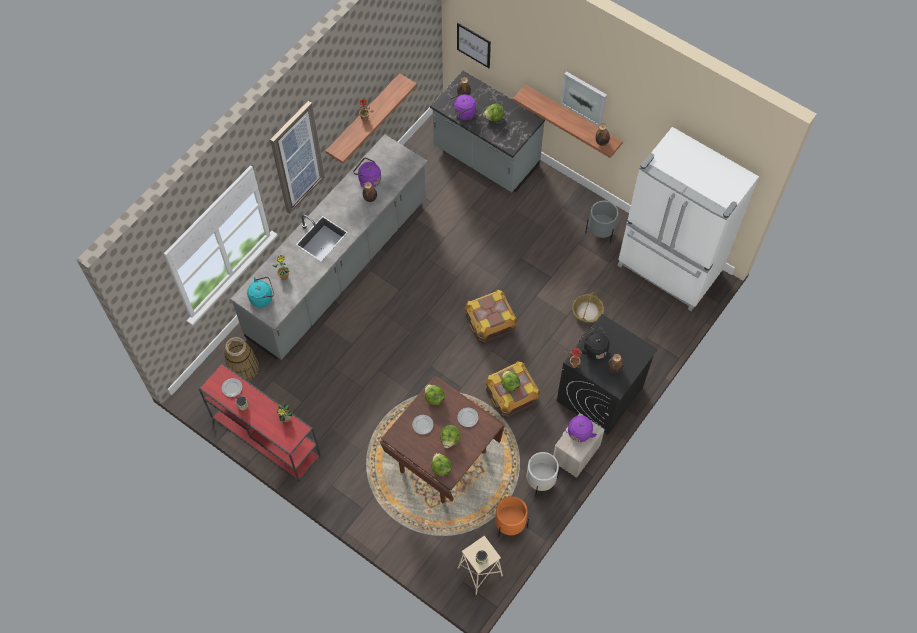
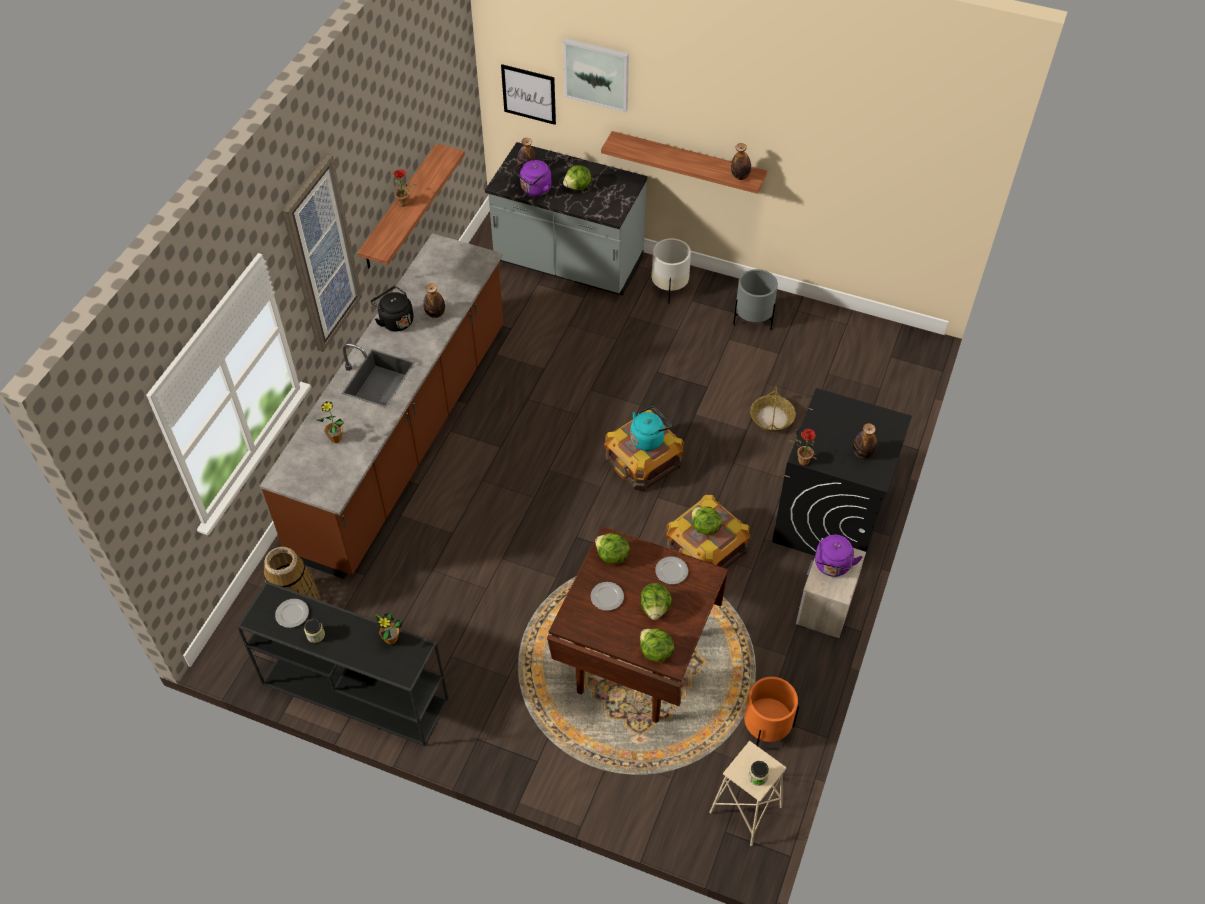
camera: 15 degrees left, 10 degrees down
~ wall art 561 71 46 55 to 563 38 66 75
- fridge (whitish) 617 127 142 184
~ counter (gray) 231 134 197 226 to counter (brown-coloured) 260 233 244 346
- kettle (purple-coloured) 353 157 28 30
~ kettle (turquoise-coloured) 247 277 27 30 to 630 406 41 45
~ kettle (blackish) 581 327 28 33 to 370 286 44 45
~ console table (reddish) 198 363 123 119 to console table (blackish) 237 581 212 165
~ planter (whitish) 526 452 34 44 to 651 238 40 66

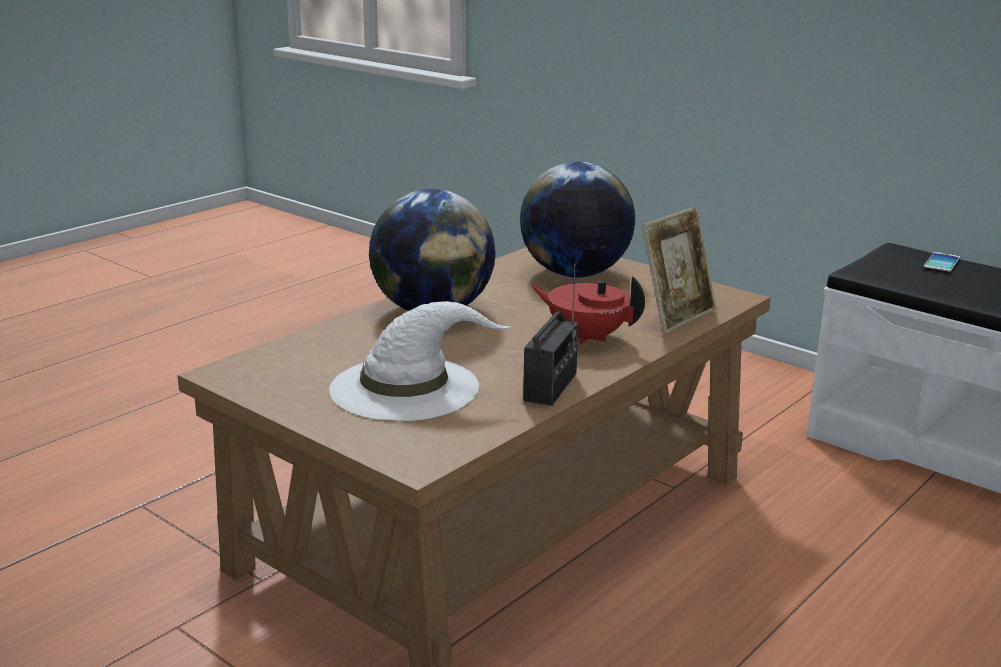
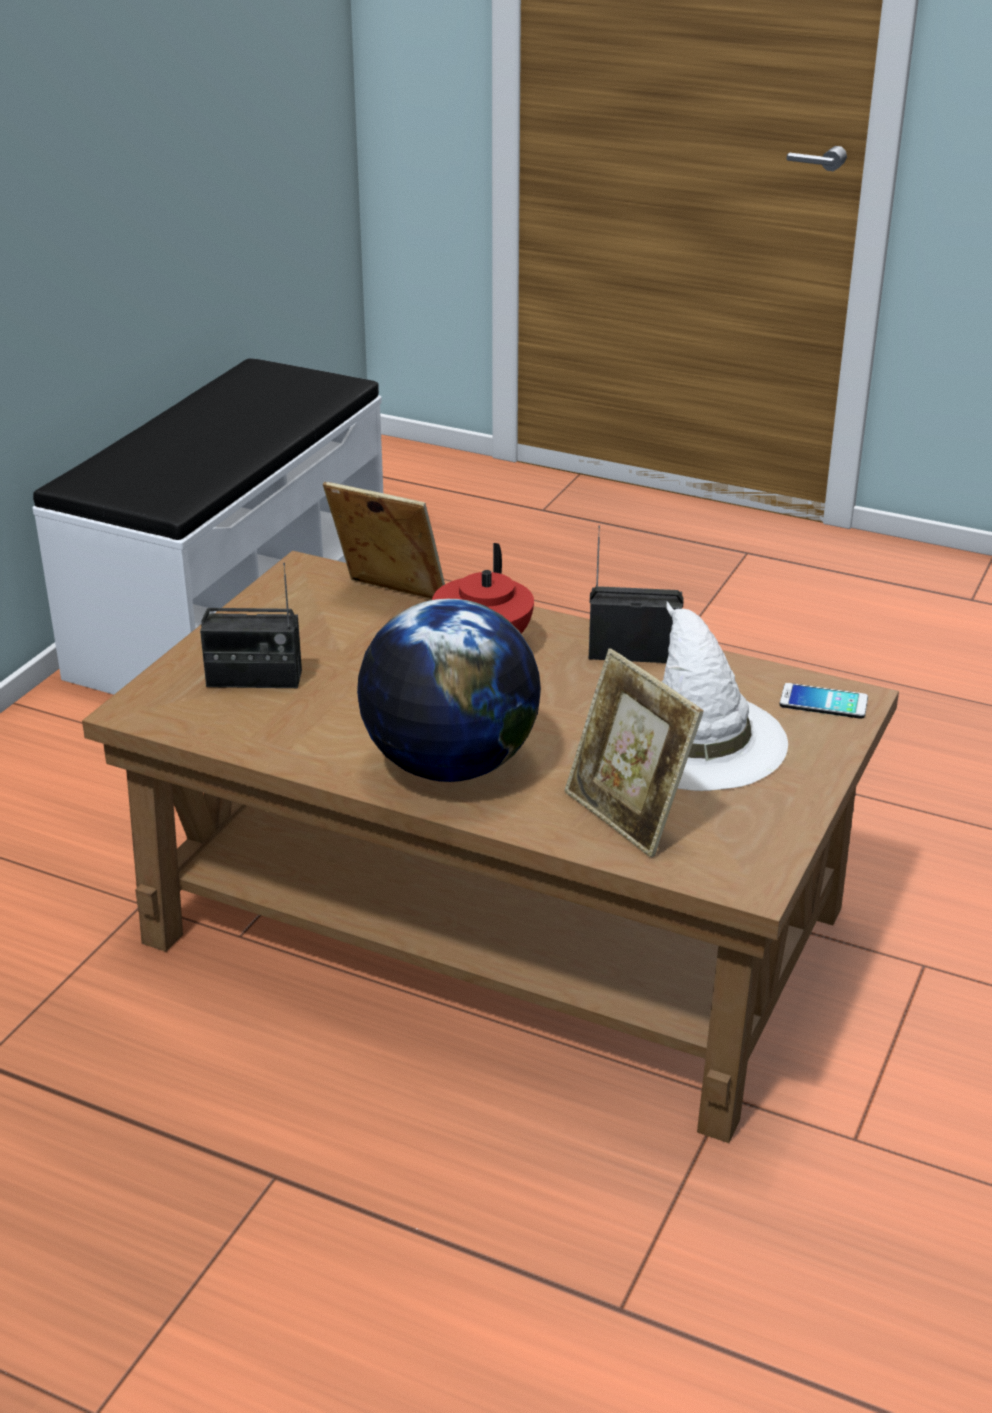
camera: 105 degrees left, 10 degrees up
~ world globe 520 161 115 116 to radio receiver 200 563 102 125
~ handset 923 252 37 21 to 780 683 88 36
+ standing frame 564 648 140 210

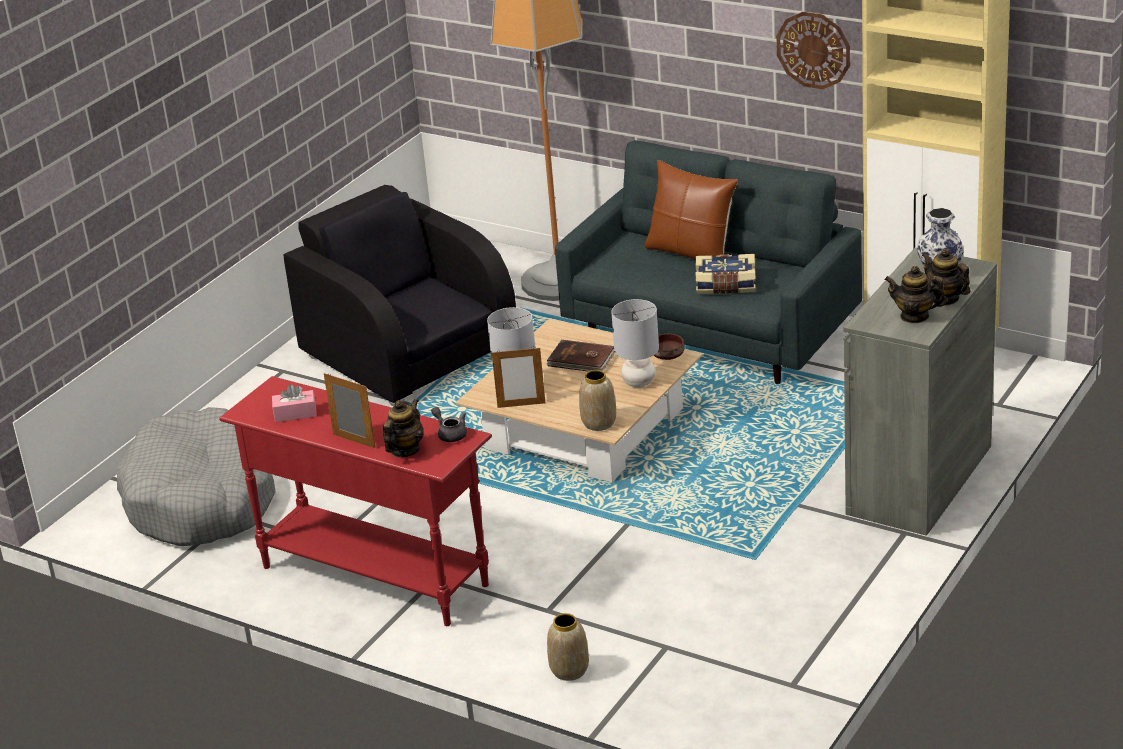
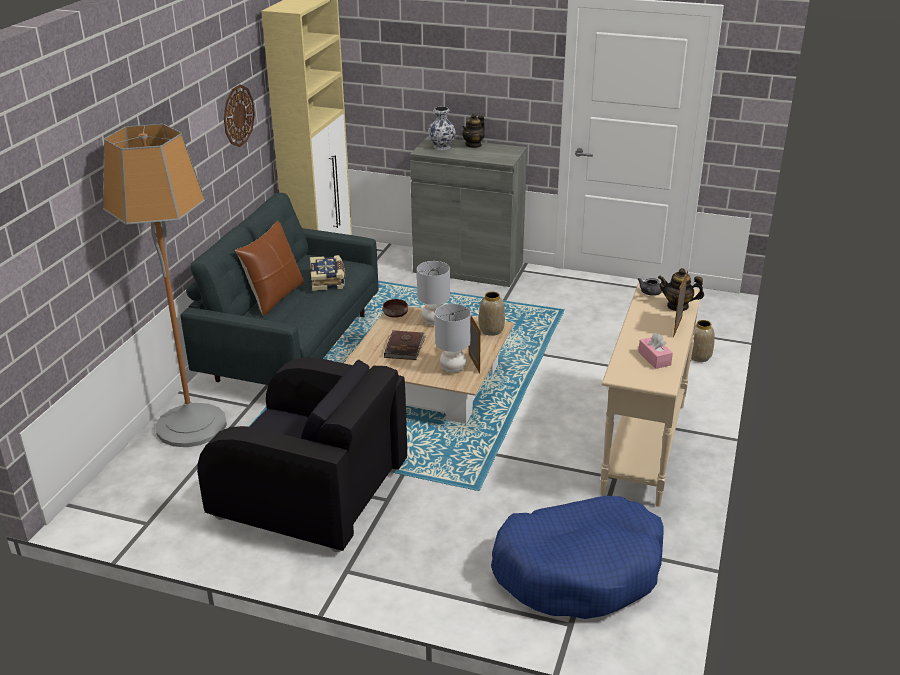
camera: 105 degrees left, 0 degrees up
~ armchair (blackish) 283 185 233 221 = 197 357 210 195 105 degrees counterclockwise
- pot for tea 885 266 62 57
~ console table (reddish) 219 376 273 250 to console table (beige) 601 281 99 226
~ pet bed (gray) 117 407 159 139 to pet bed (bluish) 491 496 173 123

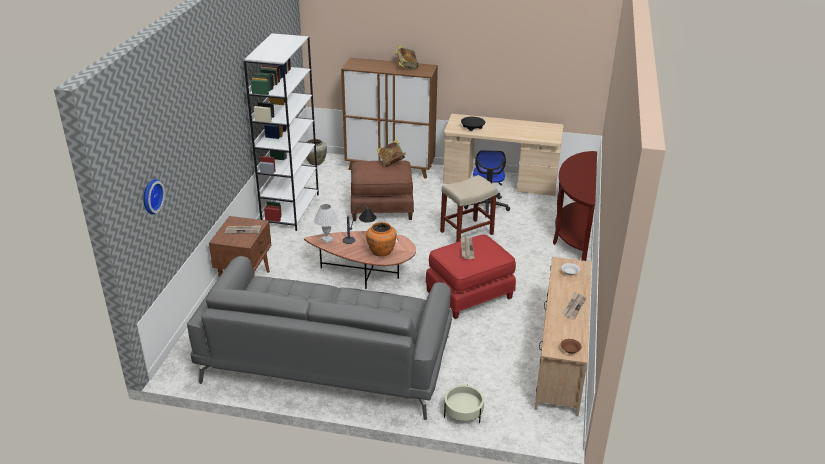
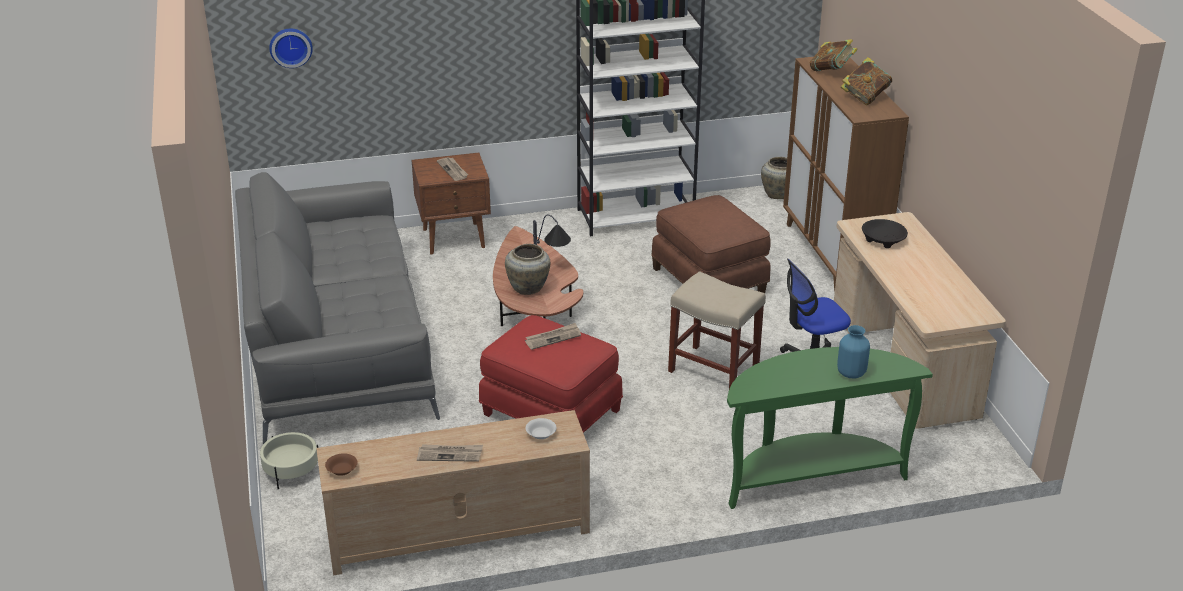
camera: 65 degrees right, 0 degrees up
~ bound book 377 140 29 27 to 810 39 48 32
~ console table (brown-coloured) 553 151 44 110 to console table (green) 727 347 206 162
- lamp for a table (whitish) 314 204 24 39
~ flower vase (orange-coloured) 366 222 31 34 to flower vase (beige) 505 244 45 51
+ flower vase (bluish) 837 325 33 53

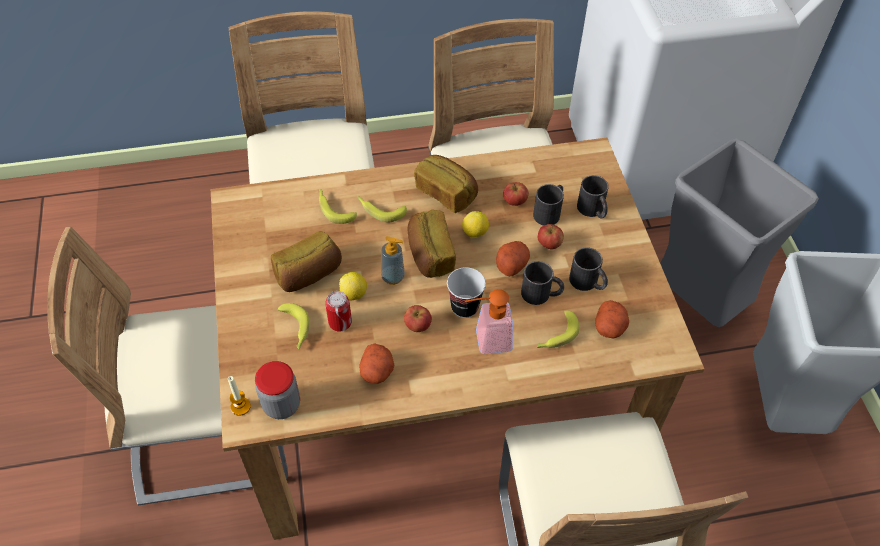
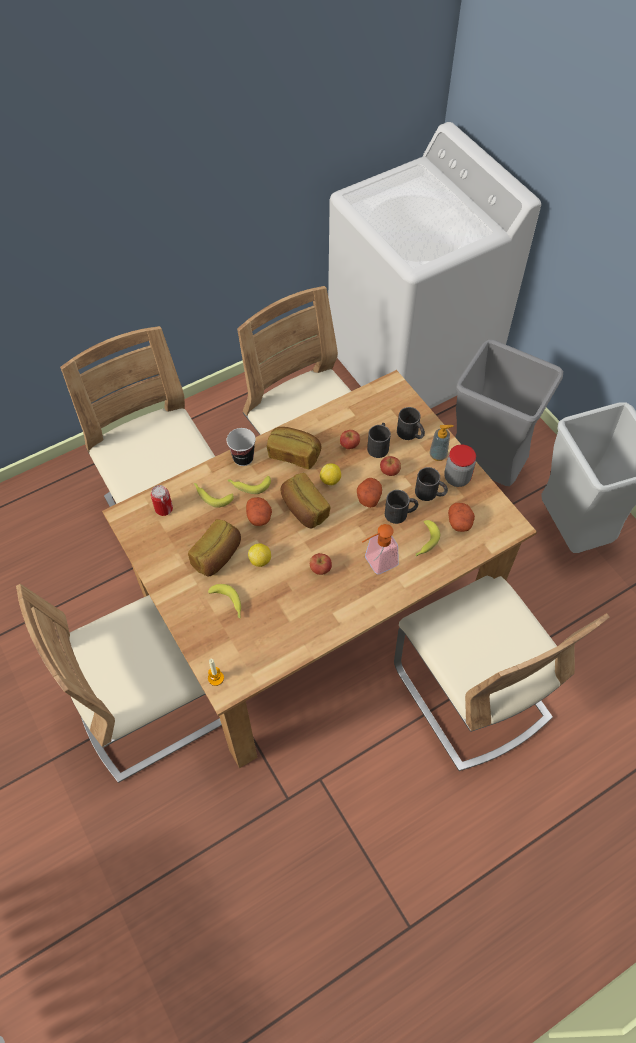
camera: 20 degrees left, 5 degrees up
~ soap dispenser 381 236 24 49 to 430 425 24 36
~ cup 447 267 39 51 to 226 428 30 38
~ sealed can 325 291 27 40 to 151 485 22 31
~ whole potato 360 343 35 41 to 246 497 26 29
~ preserve jar 255 361 45 58 to 444 444 32 43

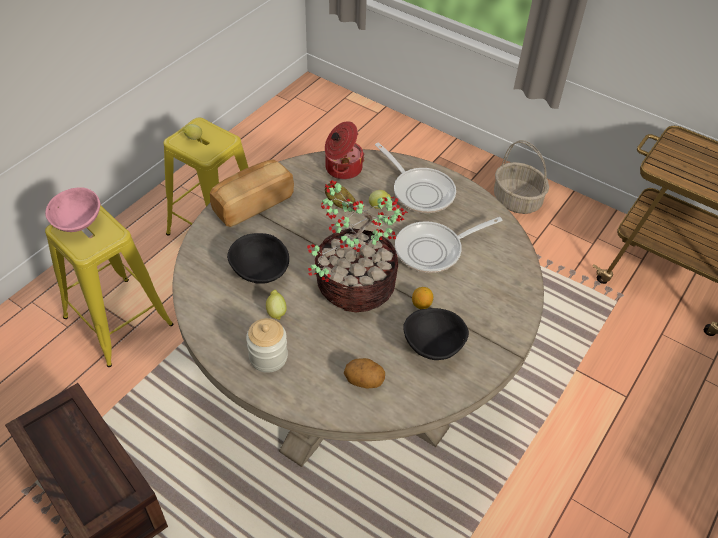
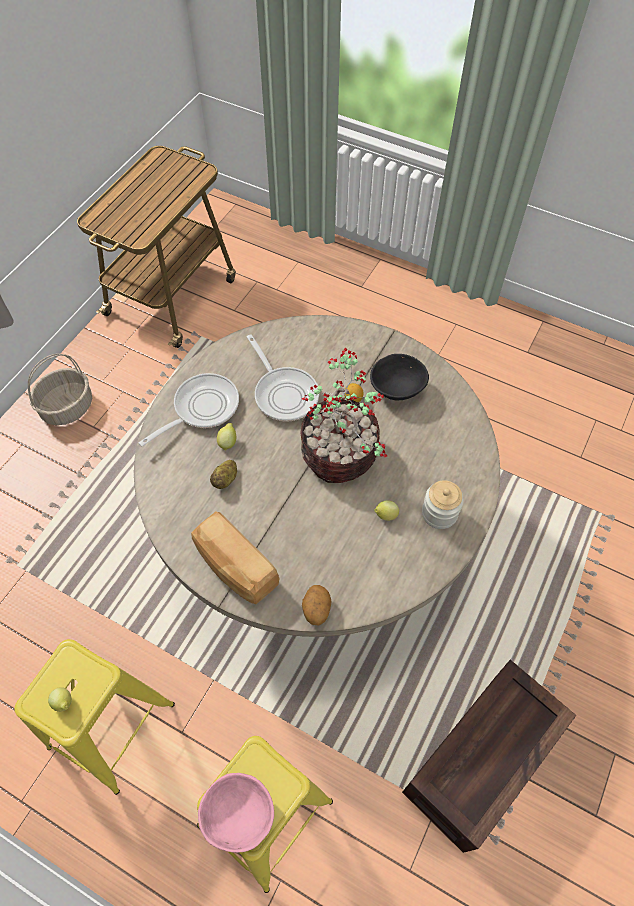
camera: 95 degrees left, 10 degrees up
- stockpot 325 121 39 59
- bowl (blackish) 227 233 62 51
~ whole potato 344 358 41 30 to 302 585 30 41

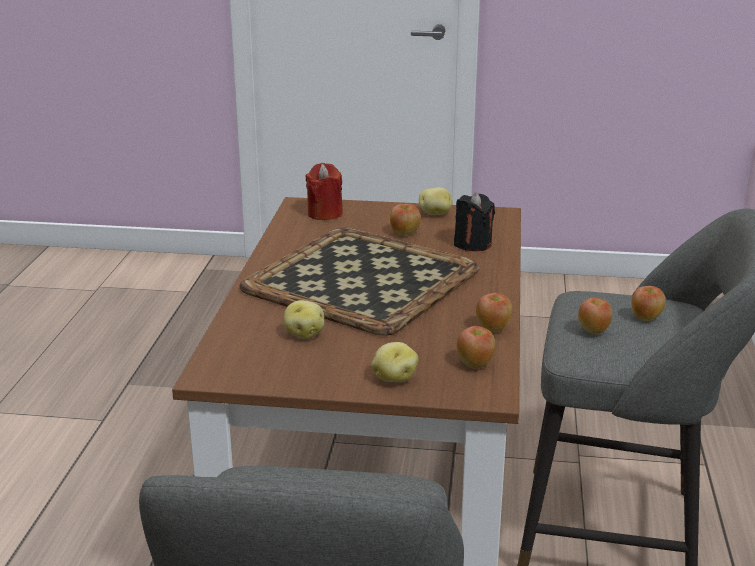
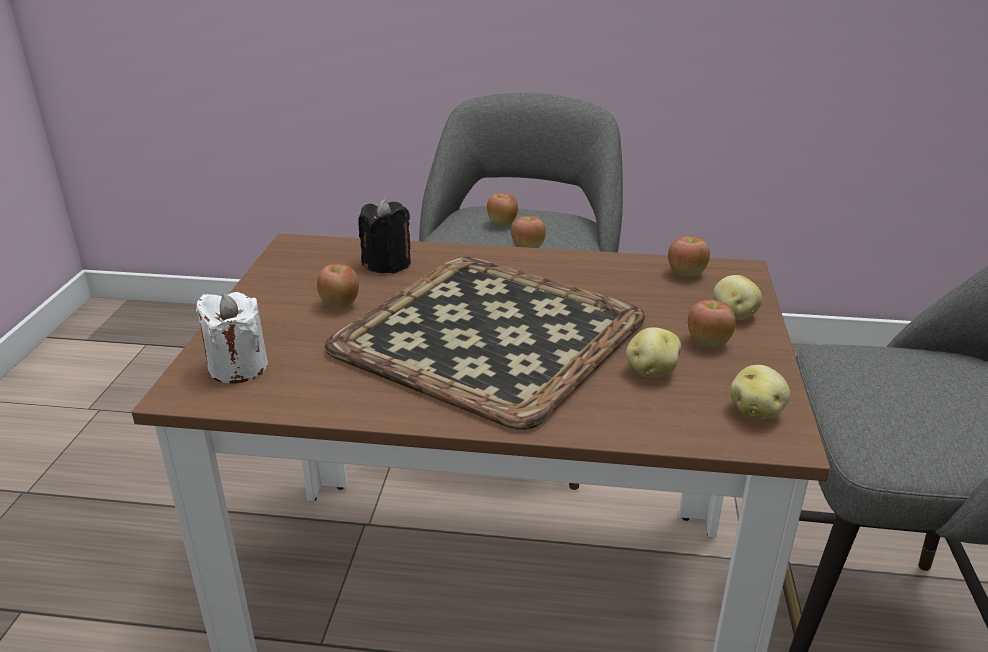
camera: 90 degrees left, 5 degrees up
~ wax candle (reddish) 305 163 38 57 to wax candle (whitish) 196 292 72 91
~ whole potato 419 187 34 28 to 730 365 60 55
~ whole apple 476 293 36 39 to 688 300 48 47

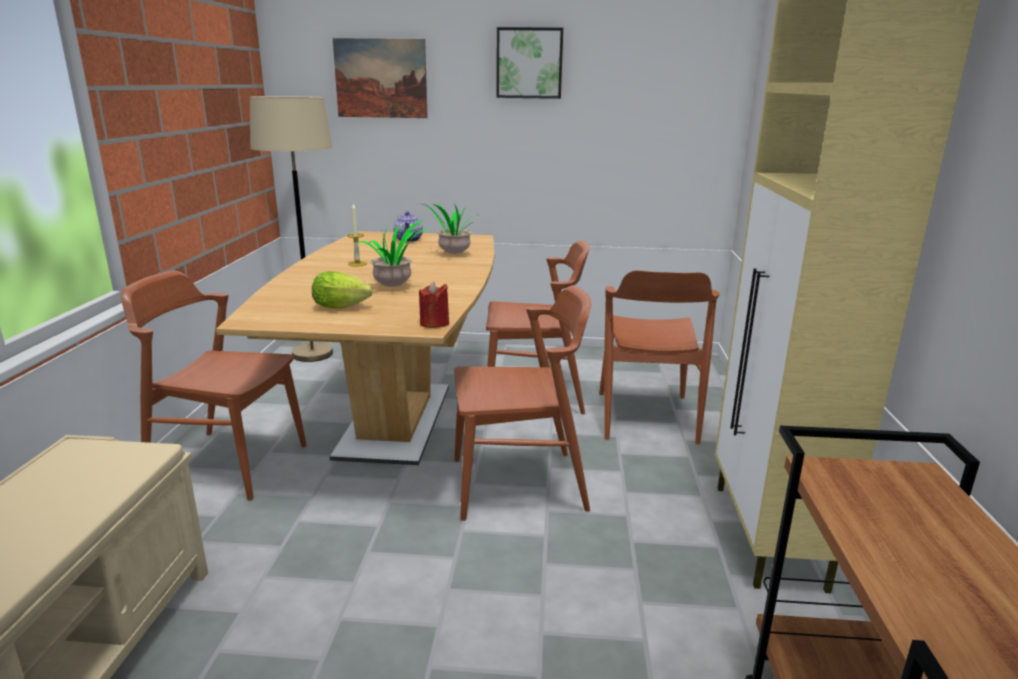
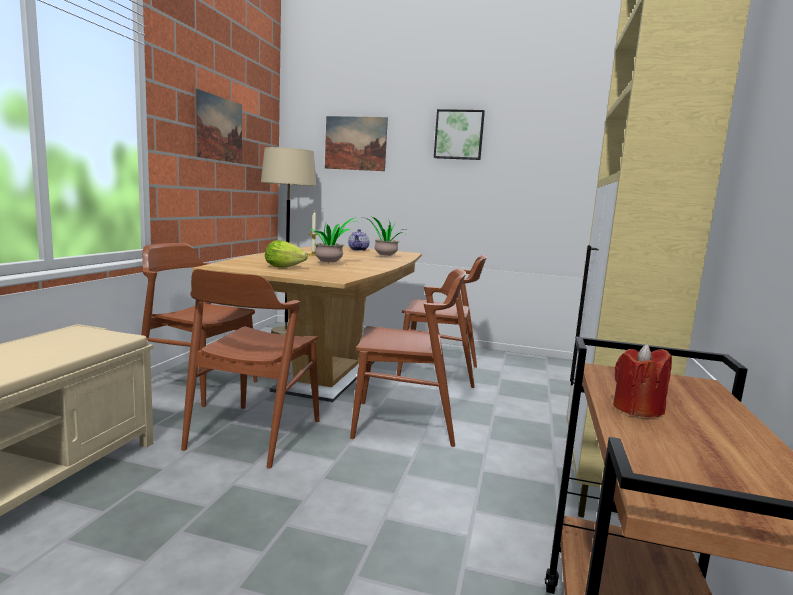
camera: 10 degrees right, 10 degrees down
~ chair (brown-coloured) 599 270 120 174 to 181 269 138 200
~ wax candle (reddish) 419 282 30 46 to 613 344 59 73
+ wall art 195 88 47 76

